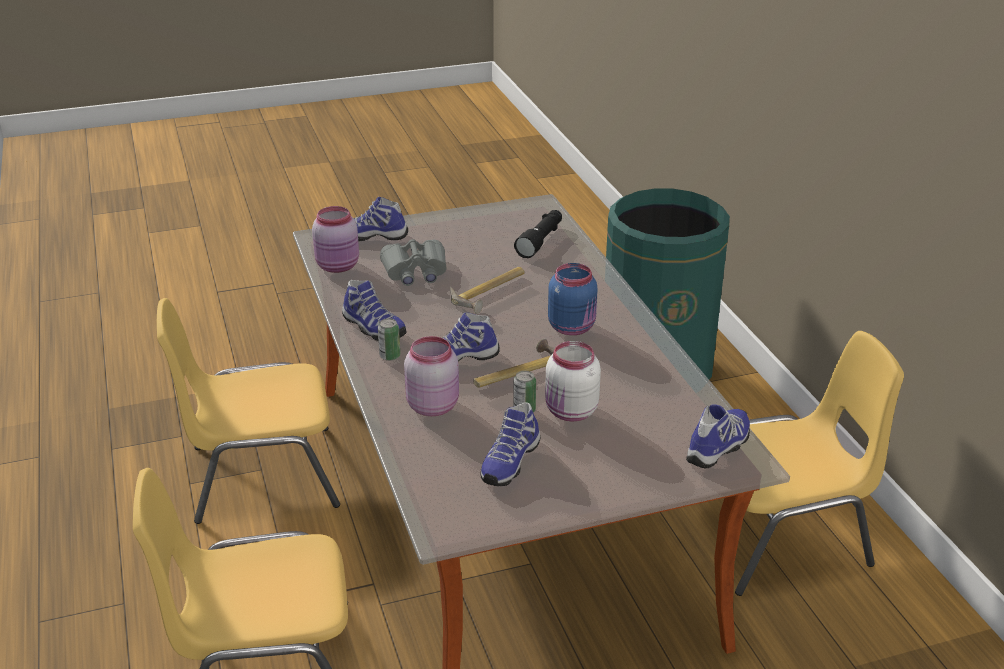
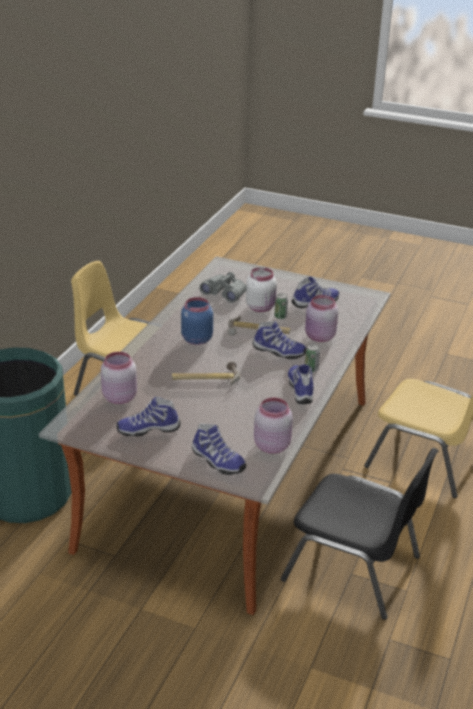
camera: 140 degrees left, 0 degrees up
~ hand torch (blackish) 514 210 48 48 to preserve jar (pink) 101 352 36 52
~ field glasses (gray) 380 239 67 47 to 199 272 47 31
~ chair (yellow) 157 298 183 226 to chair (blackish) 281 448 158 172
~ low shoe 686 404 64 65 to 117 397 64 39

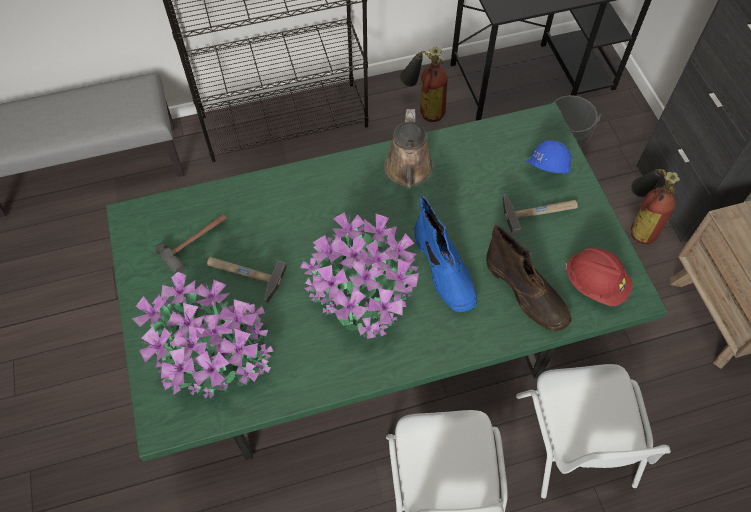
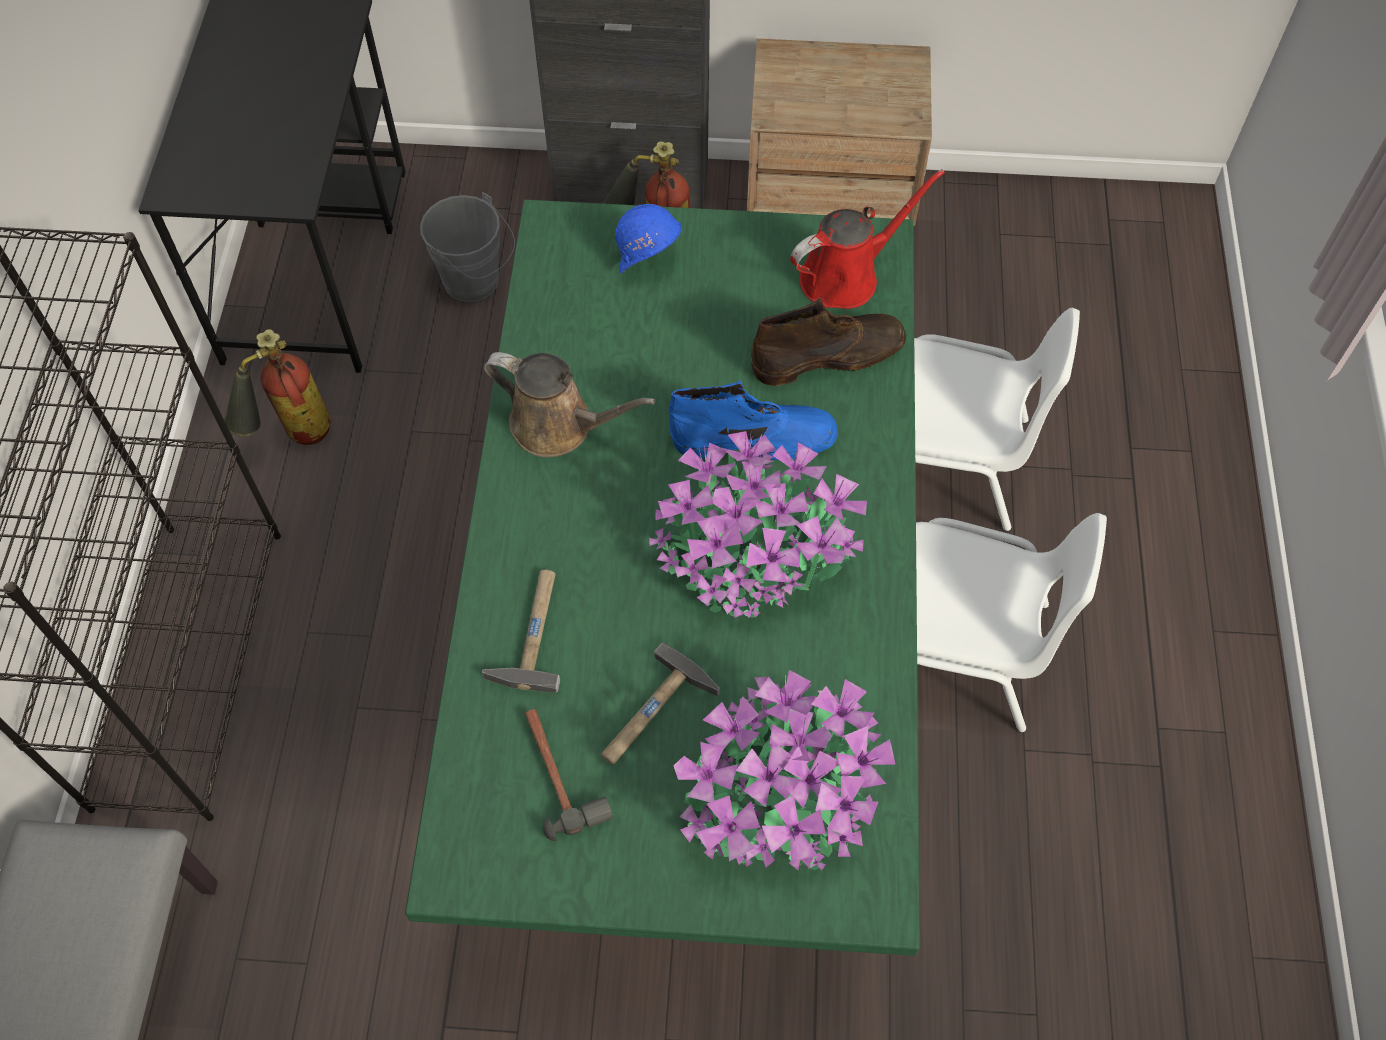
camera: 70 degrees left, 0 degrees up
~ hand hammer 502 194 76 40 to 482 570 78 123
~ work helmet (reddish) 565 248 68 58 to watering pot (reddish) 790 169 155 140

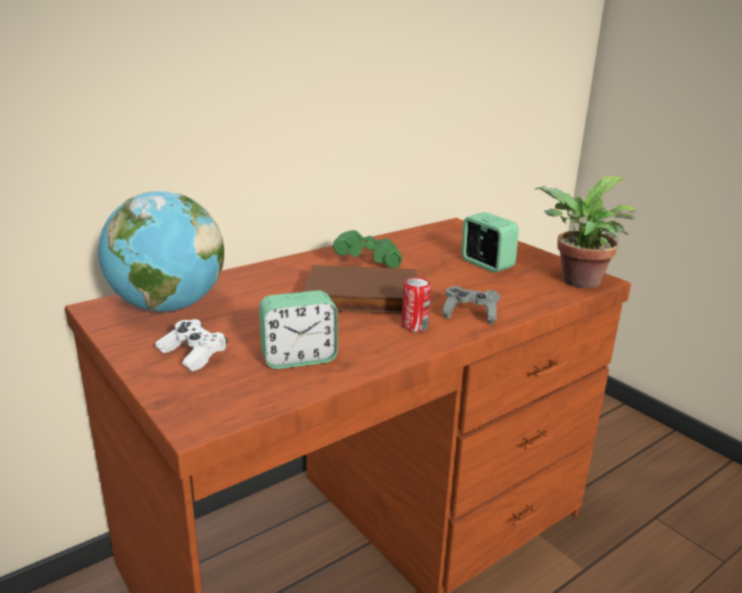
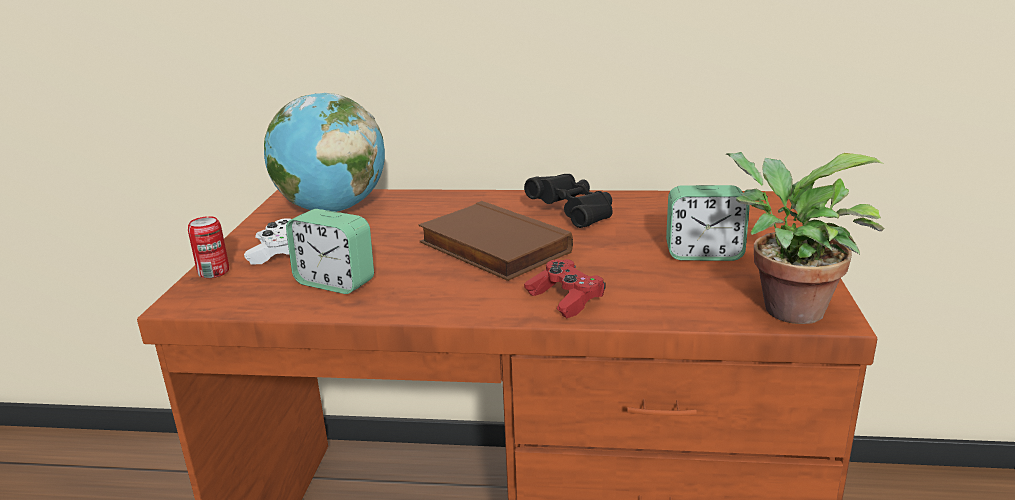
camera: 45 degrees right, 0 degrees up
~ alarm clock 462 212 57 61 = 666 185 84 76 90 degrees clockwise
~ field glasses (green) 333 230 69 38 to field glasses (blackish) 524 174 89 54
~ sealed can 402 277 29 55 to 188 216 41 62
~ gamepad (gray) 442 286 58 38 to gamepad (reddish) 524 259 82 59

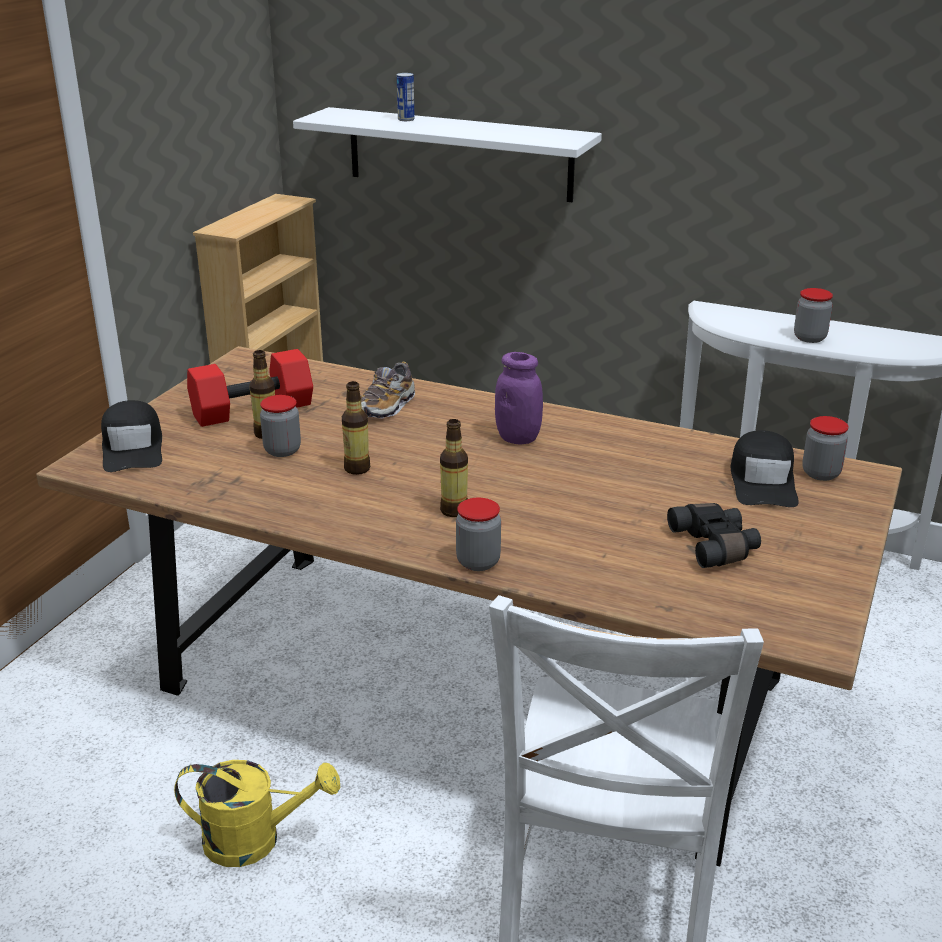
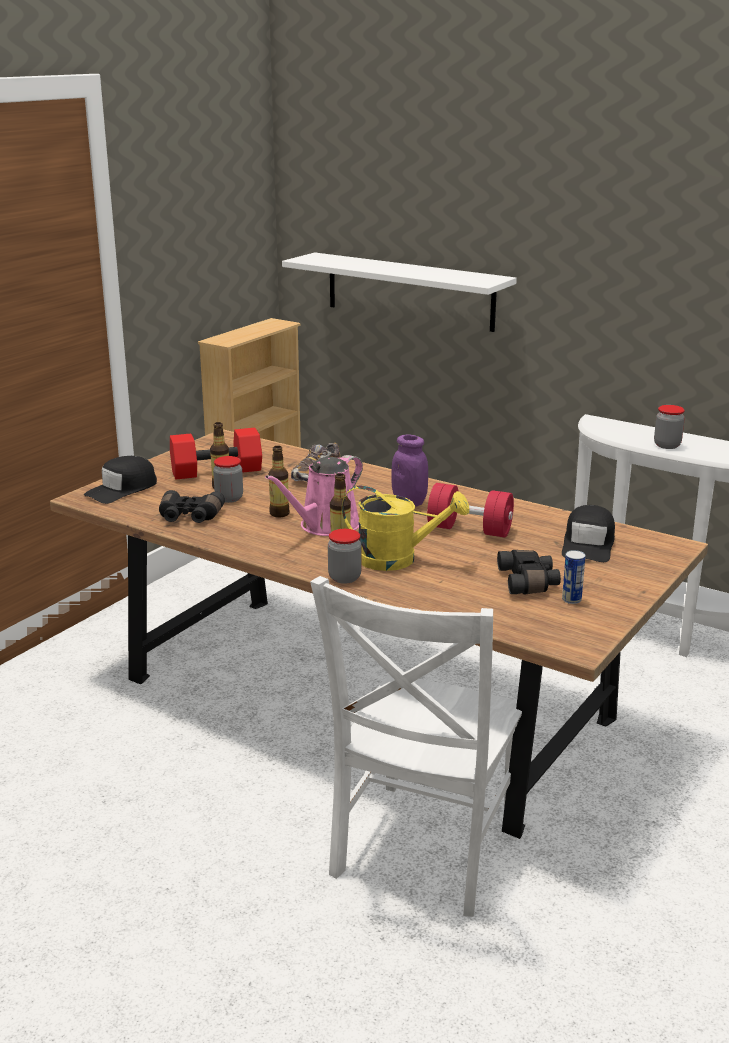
camera: 10 degrees right, 5 degrees down
~ sealed can 397 73 18 48 to 562 550 24 54
~ peaked cap (blackish) 101 400 61 72 = 84 456 73 48 45 degrees clockwise
- preserve jar 802 416 47 65
~ watering pot (yellow) 174 760 166 107 to 342 485 127 86
+ watering pot (pink) 265 455 98 81
+ hand weight (reddish) 427 483 87 54
+ field glasses (blackish) 159 490 66 33

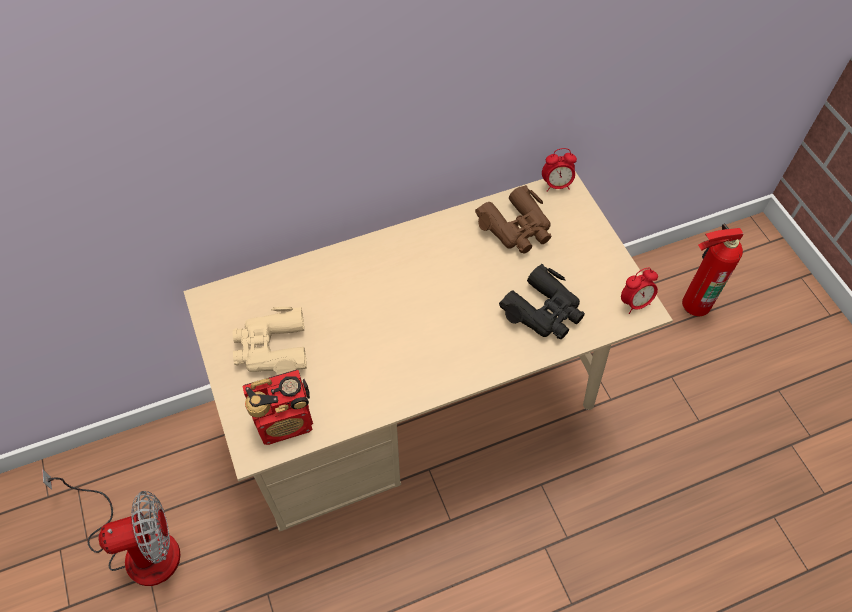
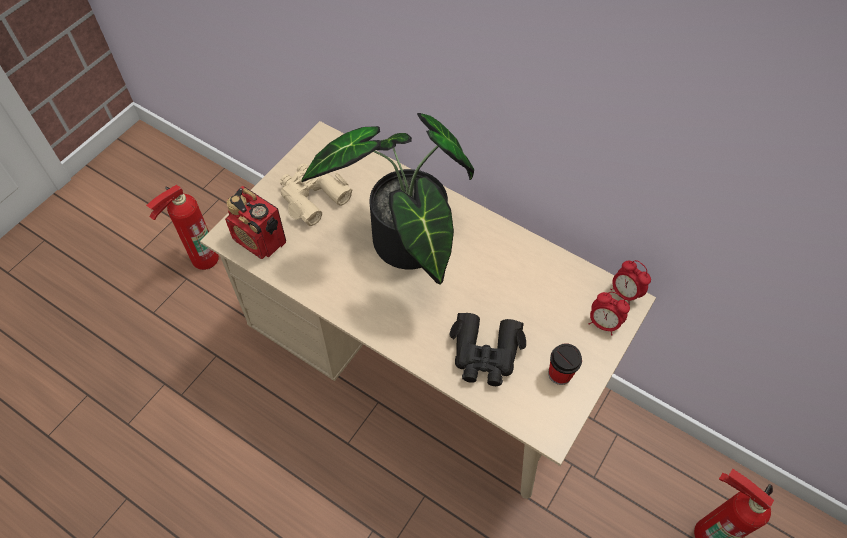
camera: 55 degrees right, 0 degrees up
- field glasses (brown-coloured) 475 185 76 68
~ alarm clock 621 268 37 46 to 589 292 41 43
~ electric fan 42 469 139 117 to fire extinguisher 146 185 73 85
+ houseplant 301 113 173 172
+ cup 548 343 34 42

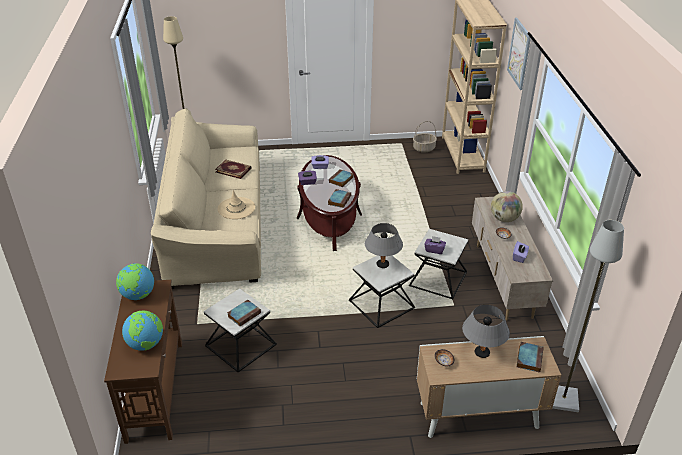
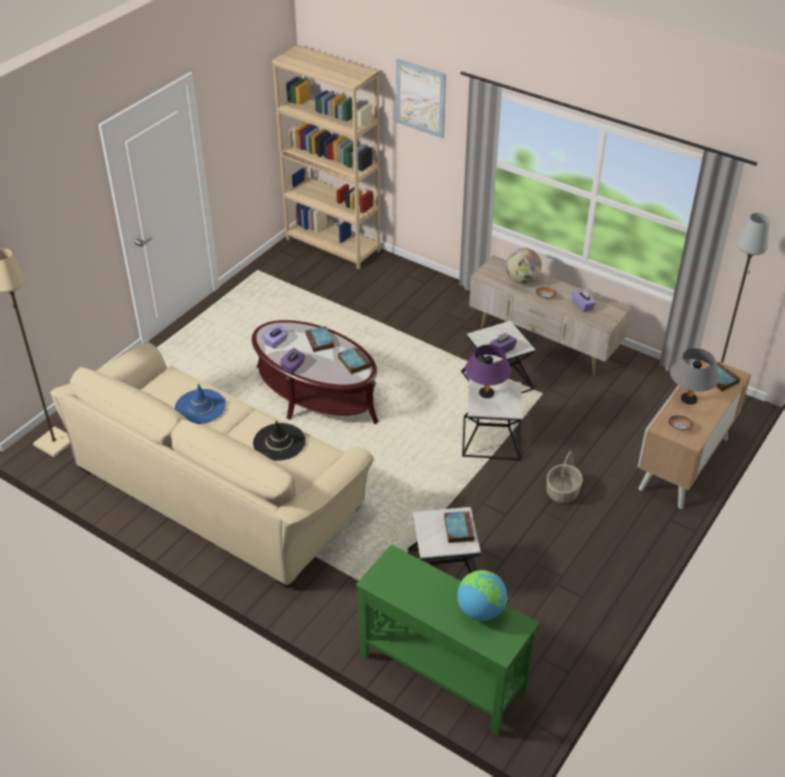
camera: 50 degrees left, 5 degrees up
~ household basket 413 121 24 32 to 546 451 37 52
~ bound book 215 160 36 19 to wearable hat (bluish) 175 384 51 40
~ wearable hat (beige) 218 190 37 29 to wearable hat (blackish) 253 420 53 41
~ lamp for a table (gray) 365 223 38 45 to lamp for a table (purple-coloured) 465 345 46 53
- world globe 116 263 38 37
~ console table (brown-coloured) 104 280 78 164 to console table (green) 356 544 183 192

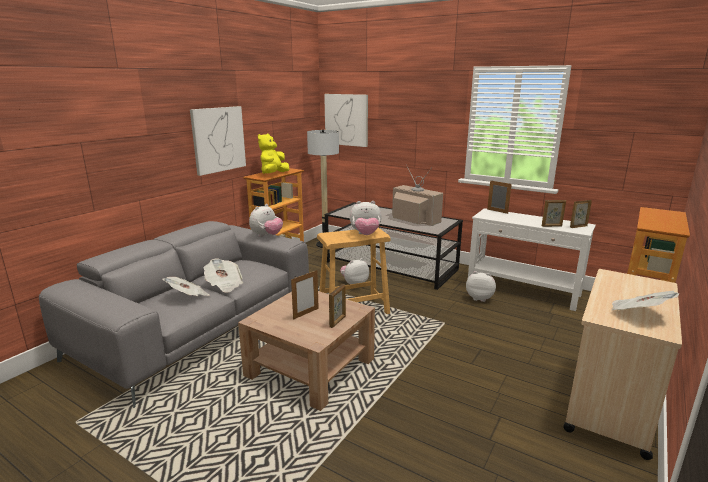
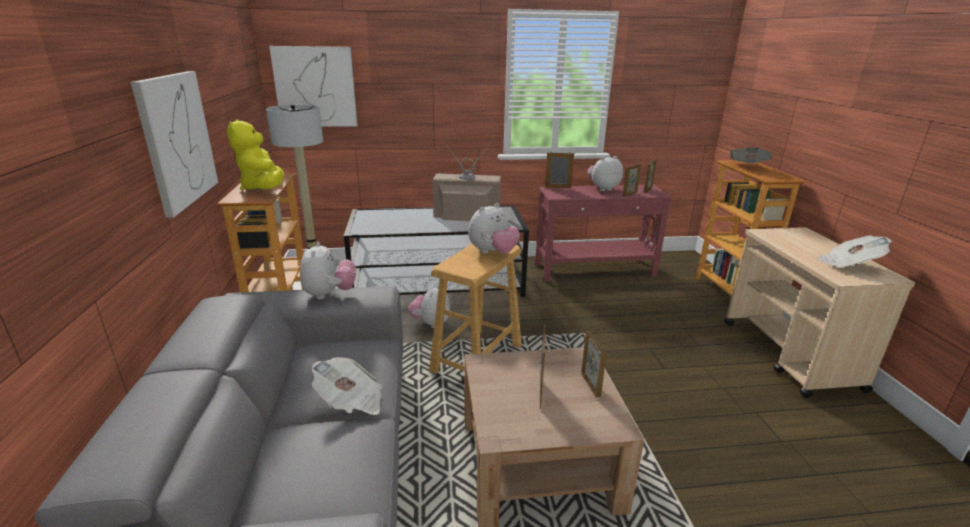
camera: 40 degrees left, 5 degrees up
~ console table (whitish) 468 208 128 103 to console table (reddish) 535 185 137 96
~ cuddly toy 466 271 30 31 to 587 156 36 35
~ printed paper 163 277 47 19 to 730 148 42 15

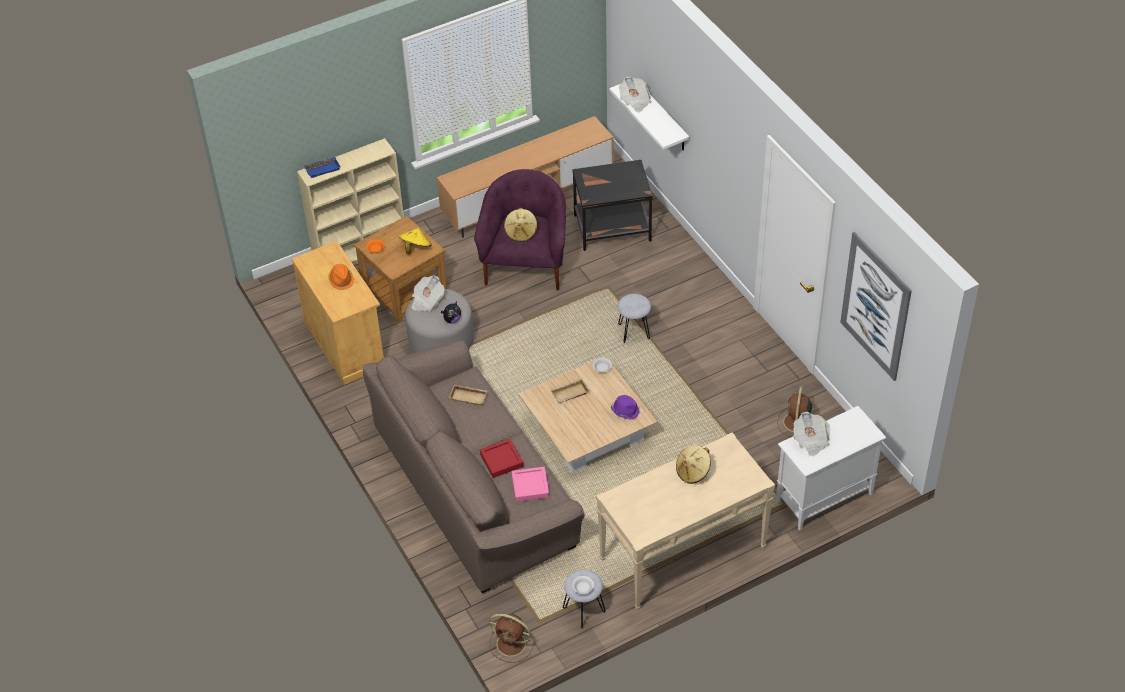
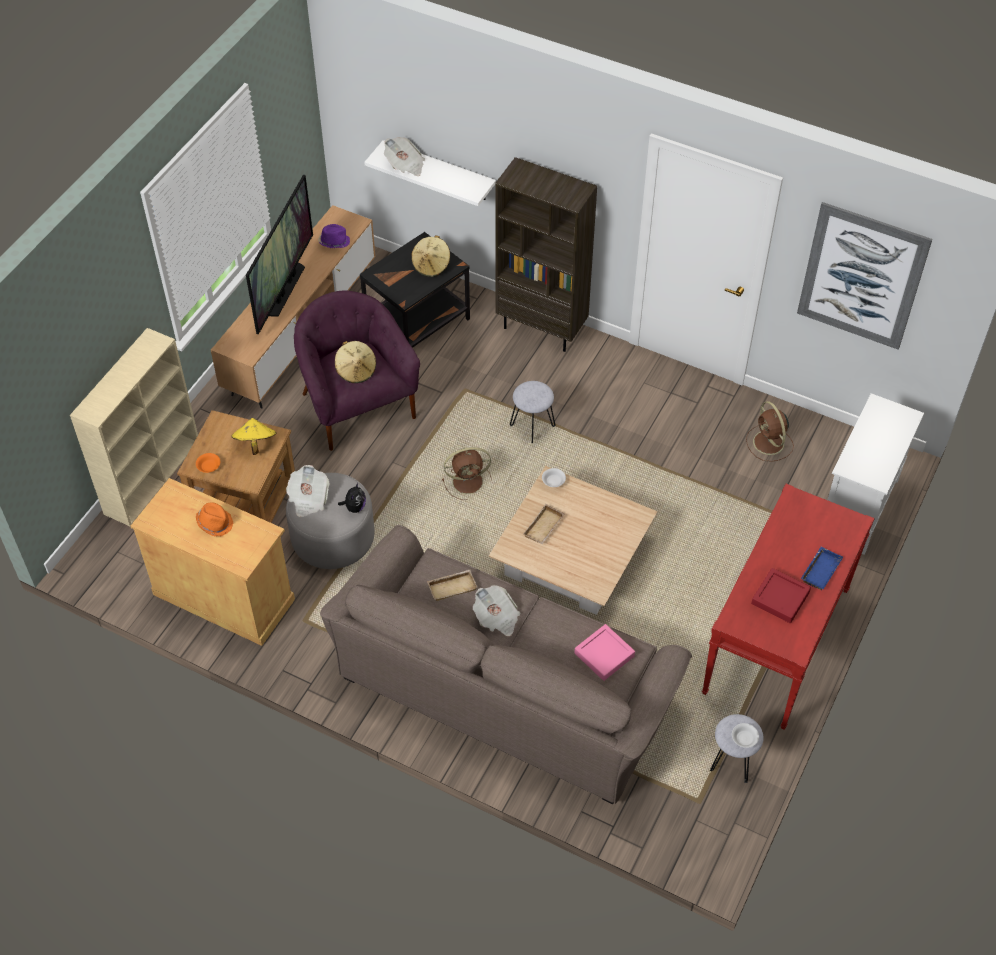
camera: 35 degrees left, 5 degrees up
~ serving tray (bluish) 304 157 36 21 to 801 547 42 43
~ wearable hat (purple-coloured) 611 395 29 24 to 318 224 32 24
~ printed paper 793 412 37 44 to 473 585 47 51
~ console table (beige) 596 432 179 179 to console table (reddish) 702 484 173 246
~ serving tray (reddish) 480 439 43 39 to 751 568 60 55
~ wearable hat (beige) 676 445 35 39 to 411 235 39 42
~ electric fan (brown-coloured) 489 614 45 49 to 442 447 50 53
+ shelving unit (brown-coloured) 495 157 102 195
+ TV 246 175 67 159

